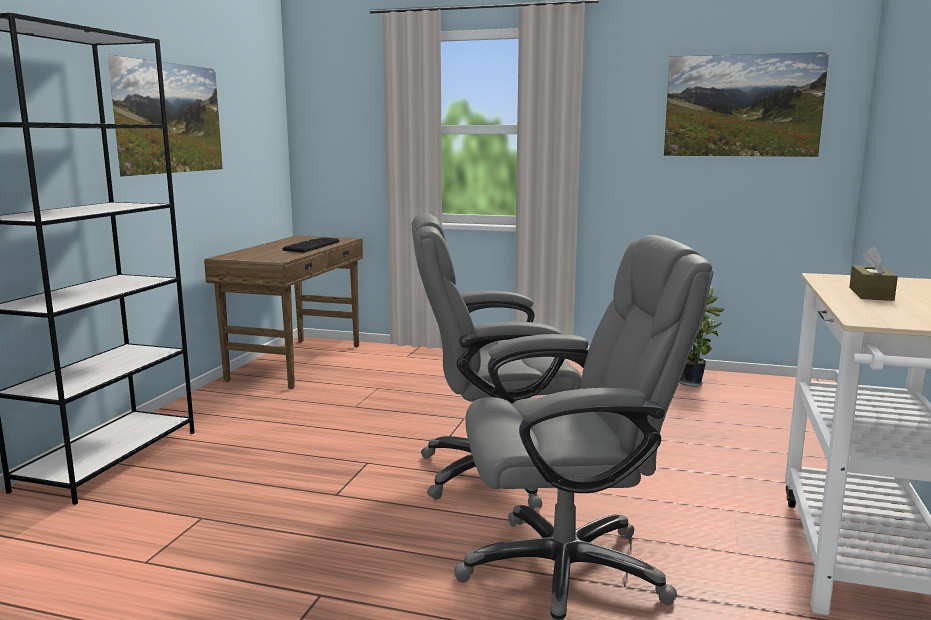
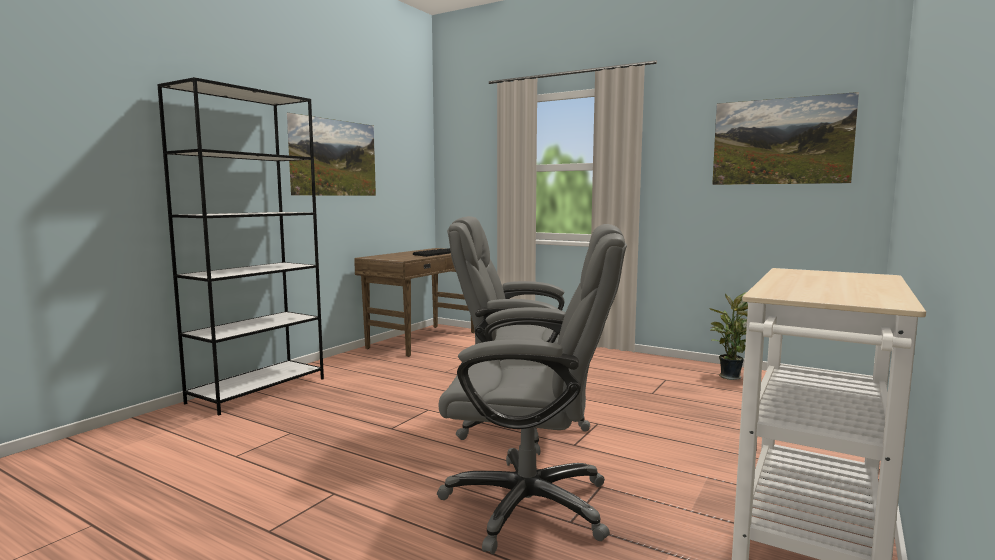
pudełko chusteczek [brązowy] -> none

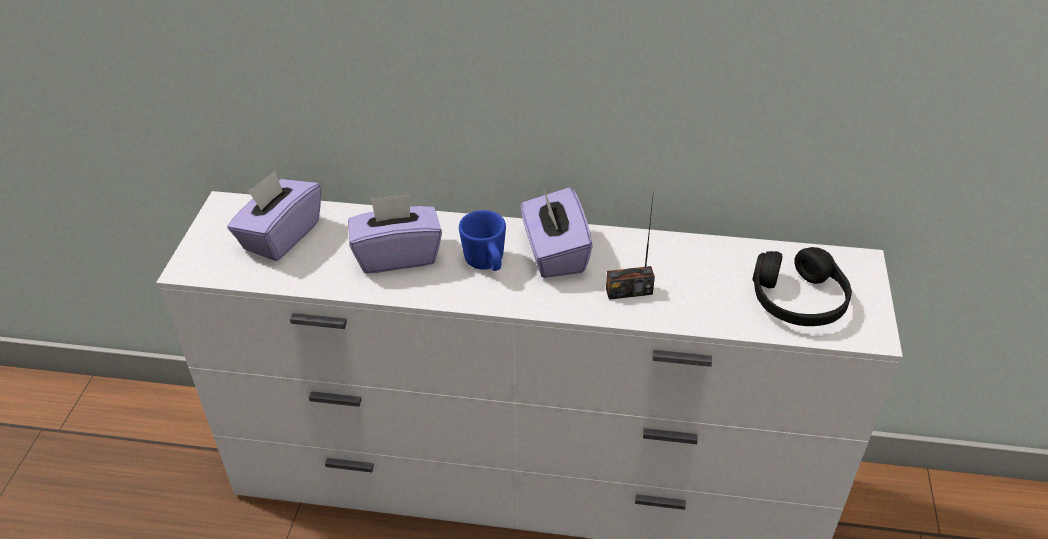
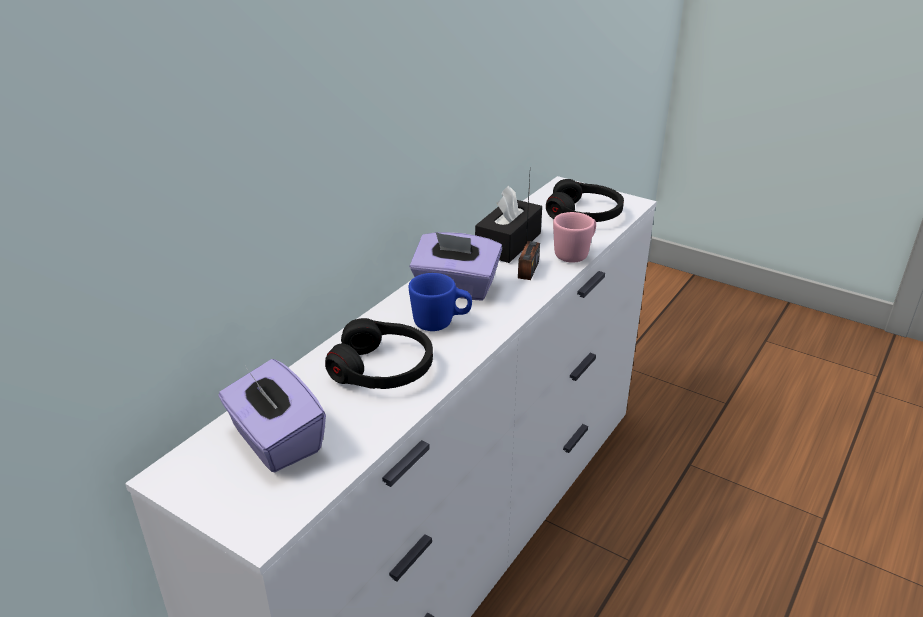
pudełko chusteczek [fioletowy] (no. 2 from left) -> słuchawki [czarny] (no. 1 from left)
none -> pudełko chusteczek [czarny]
none -> kubek [różowy]

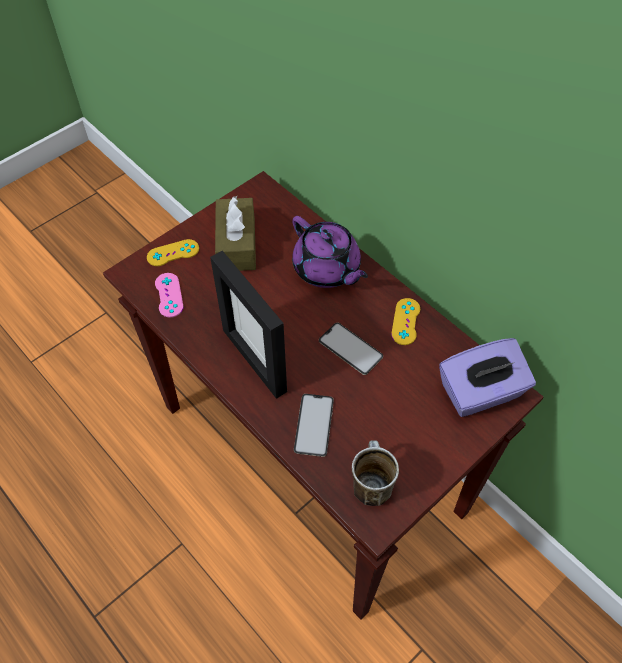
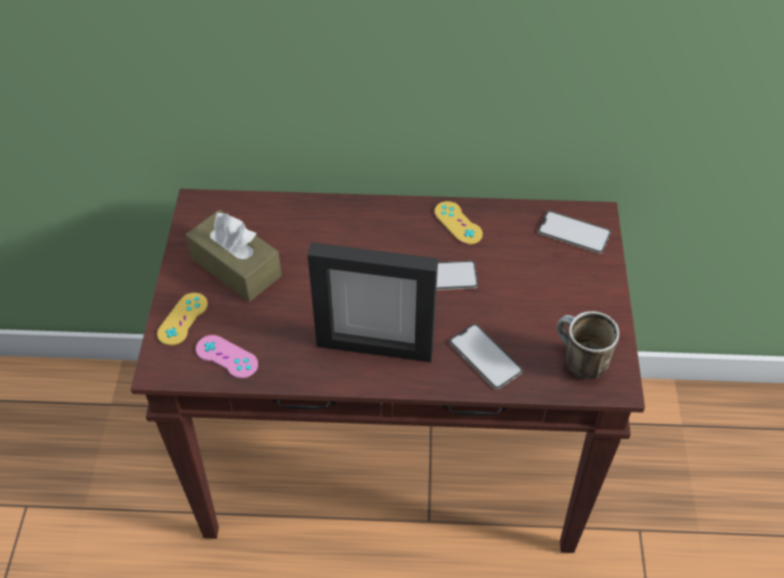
imbryk [fioletowy] -> none
pudełko chusteczek [fioletowy] -> telefon (no. 3 from left)

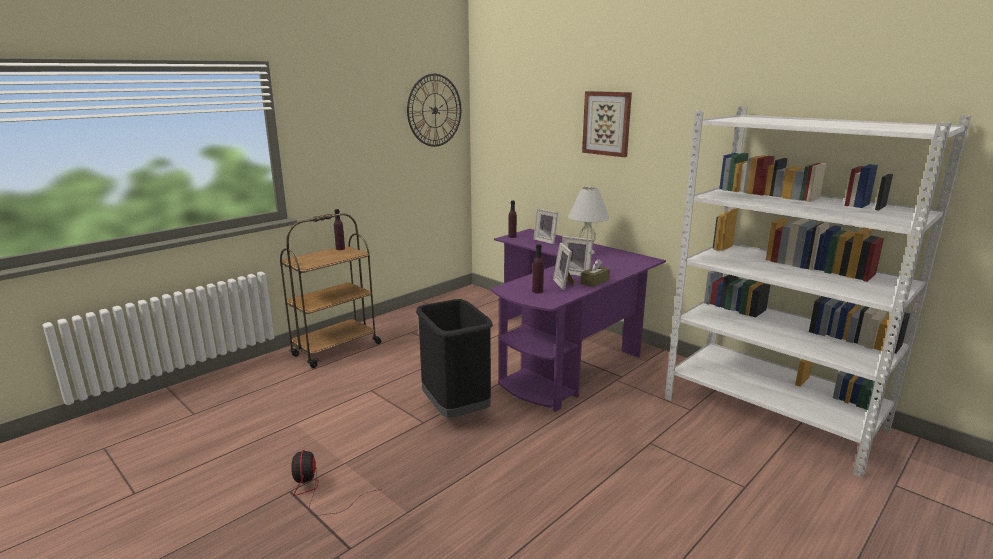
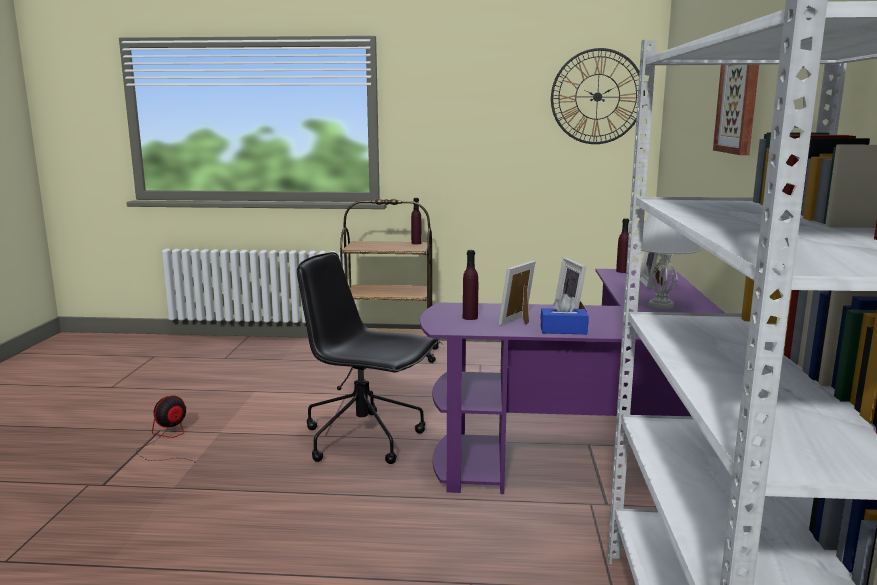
kosz na śmieci [czarny] -> krzesło biurowe [czarny]
pudełko chusteczek [brązowy] -> pudełko chusteczek [niebieski]

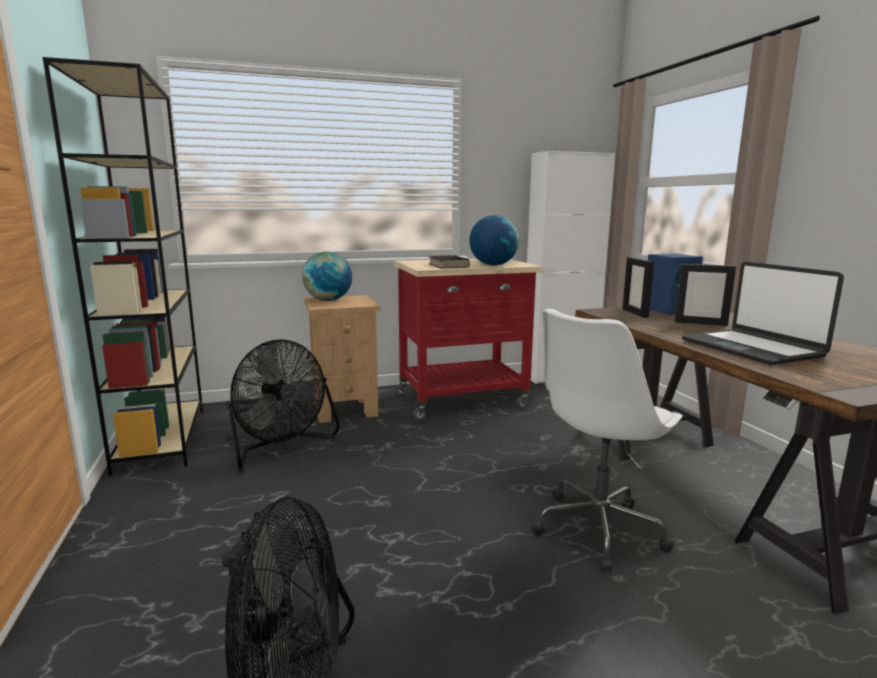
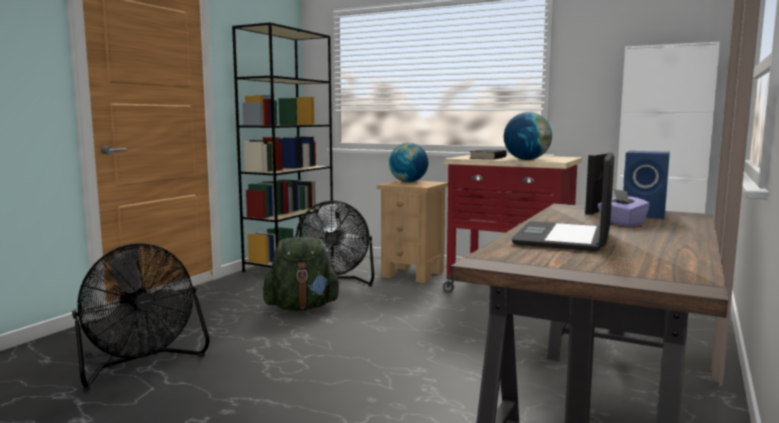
krzesło biurowe [biały] -> none
ramka na zdjęcie (no. 2 from left) -> pudełko chusteczek [fioletowy]
none -> plecak [zielony]

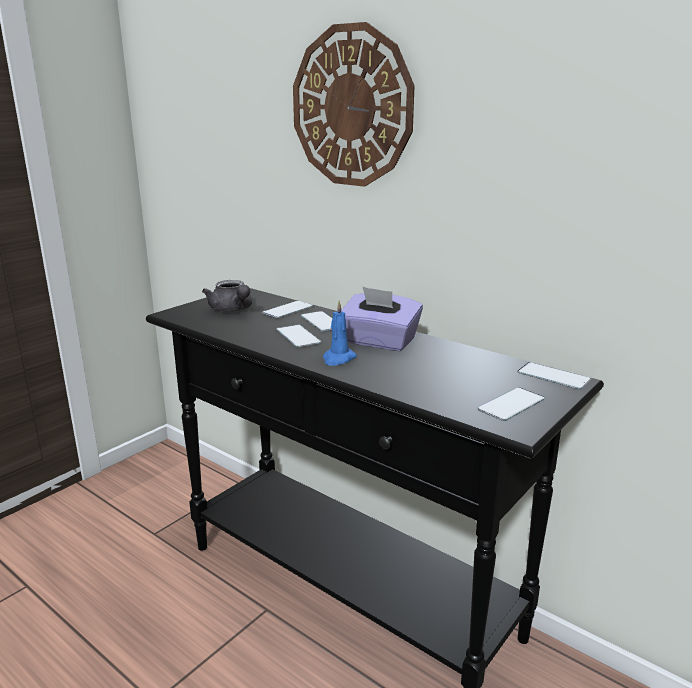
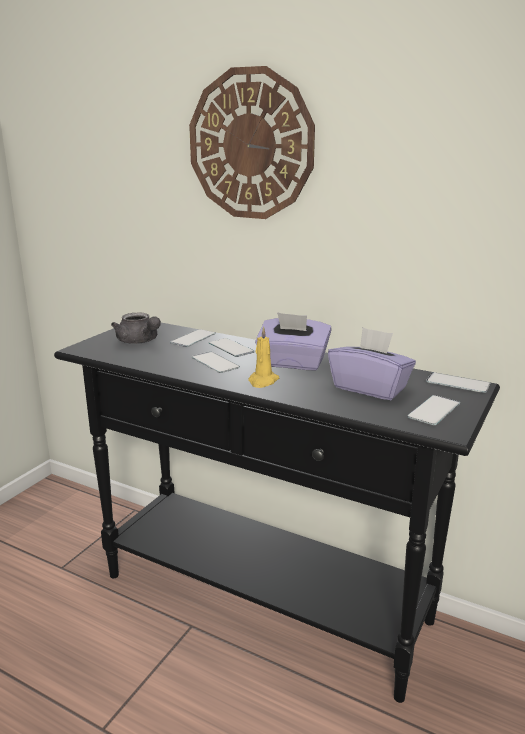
świeca [niebieski] -> świeca [żółty]
none -> pudełko chusteczek [fioletowy] (no. 2 from left)

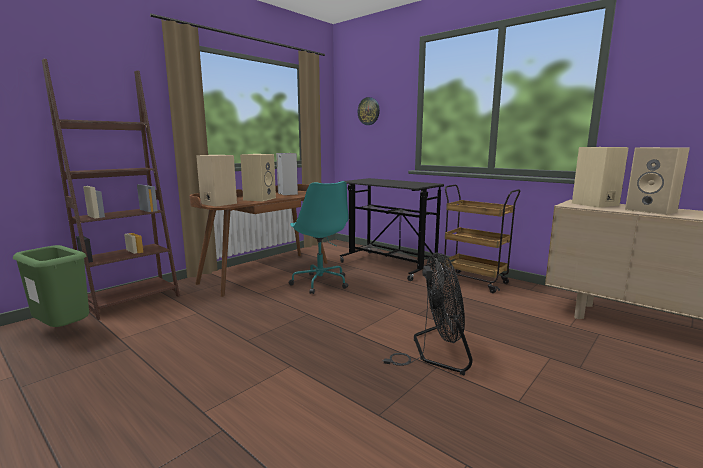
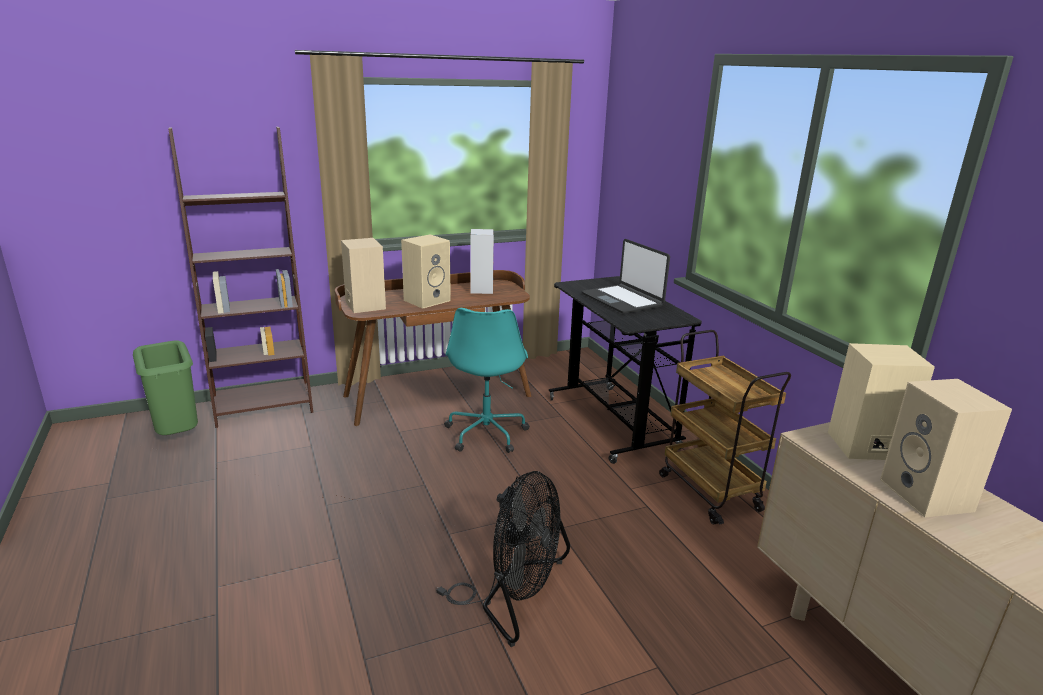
zegar ścienny -> none
none -> laptop

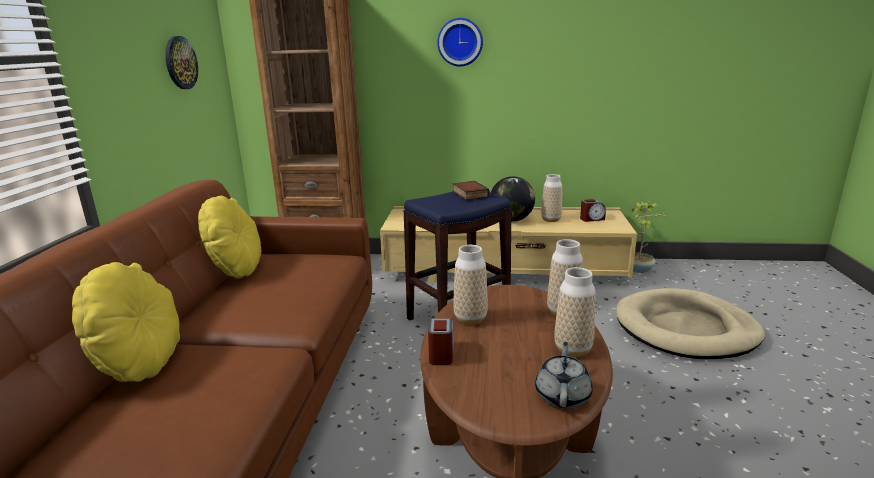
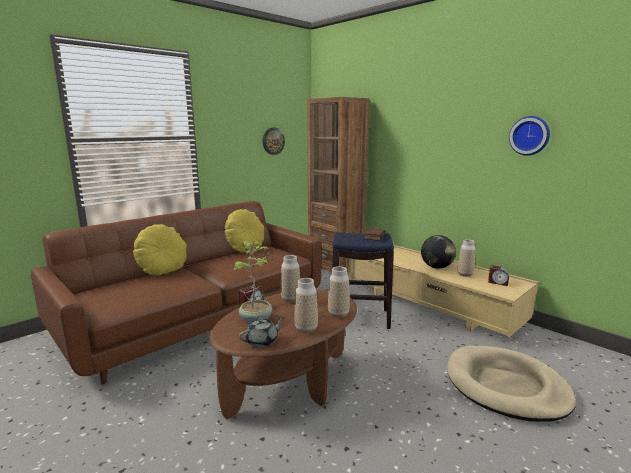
zegar ścienny (no. 2 from left), shifted
roślina doniczkowa, shifted

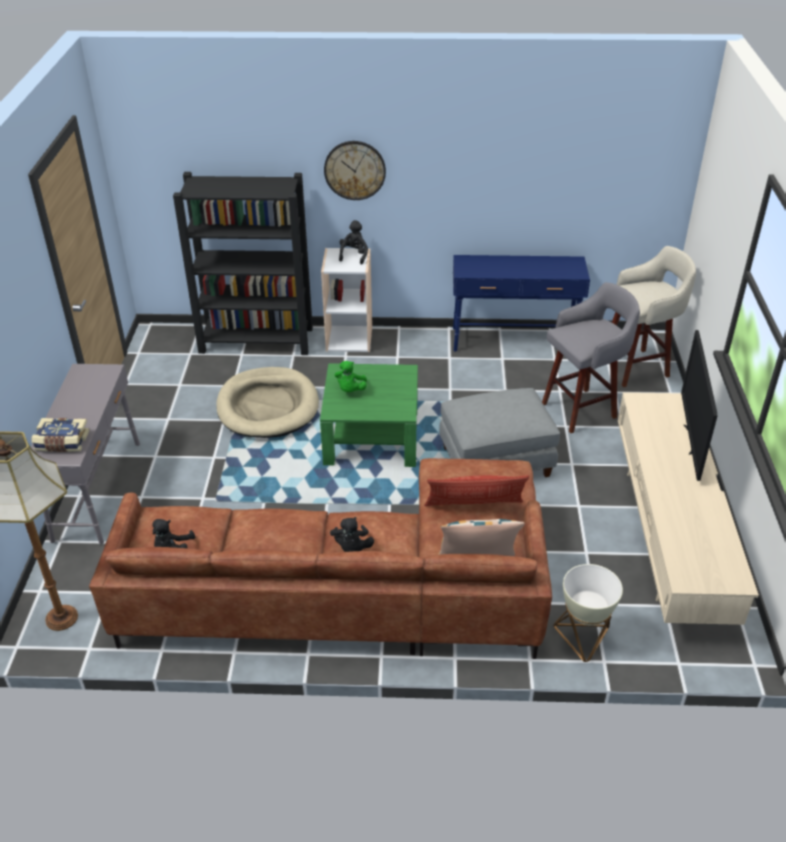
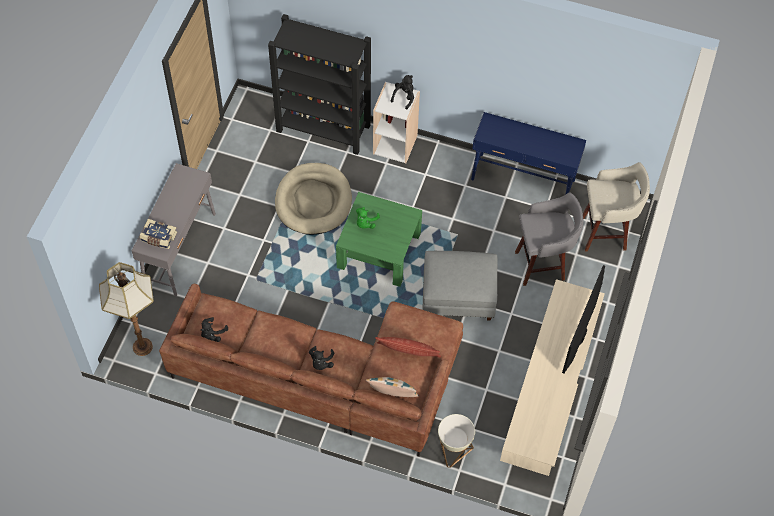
zegar ścienny -> none

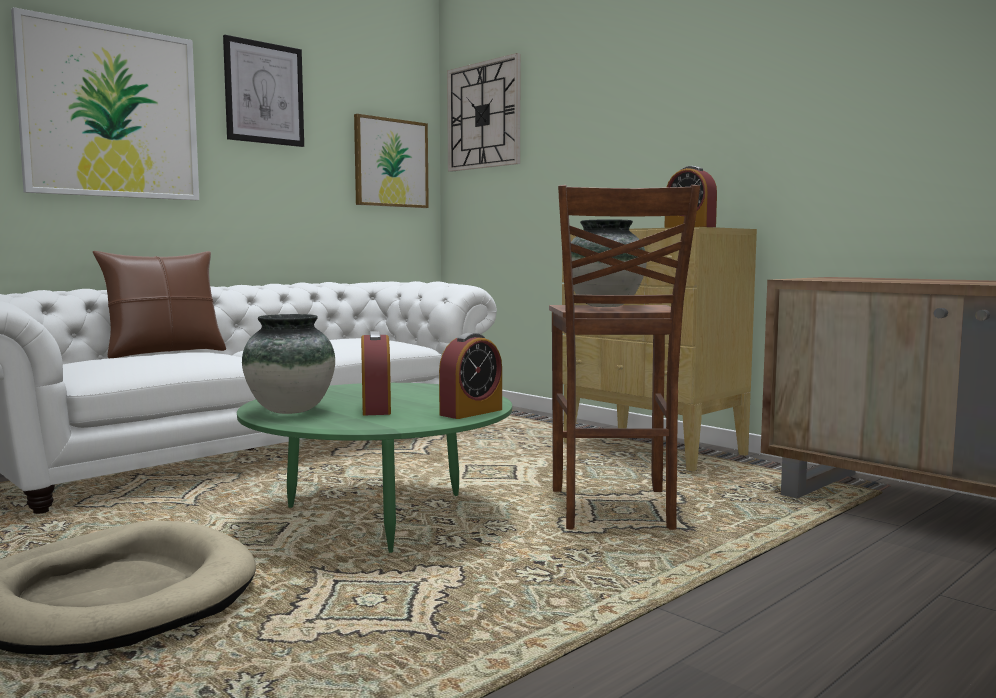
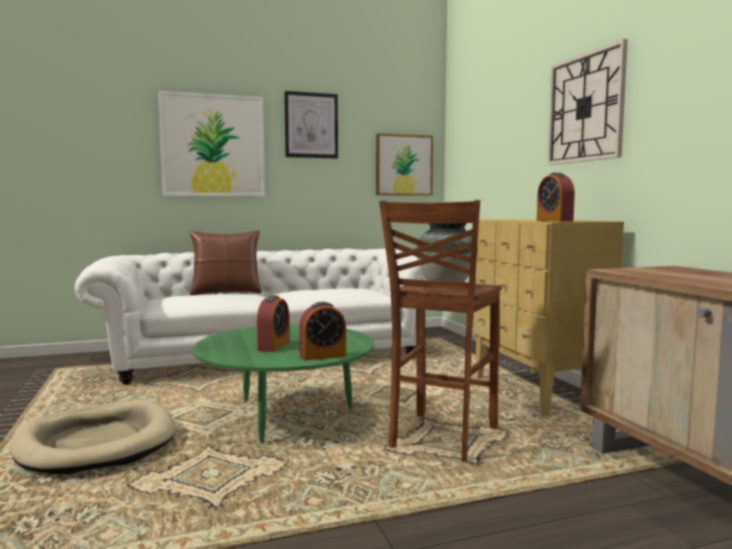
wazon (no. 1 from left) -> none
zegar ścienny, shifted

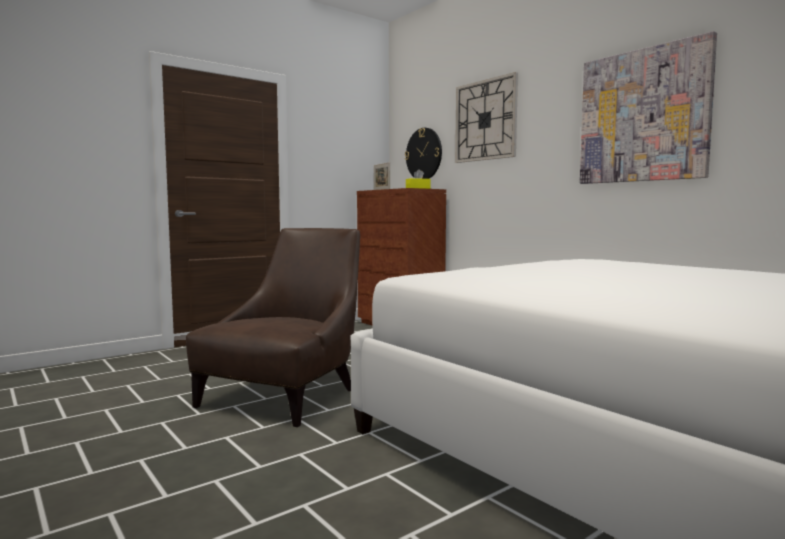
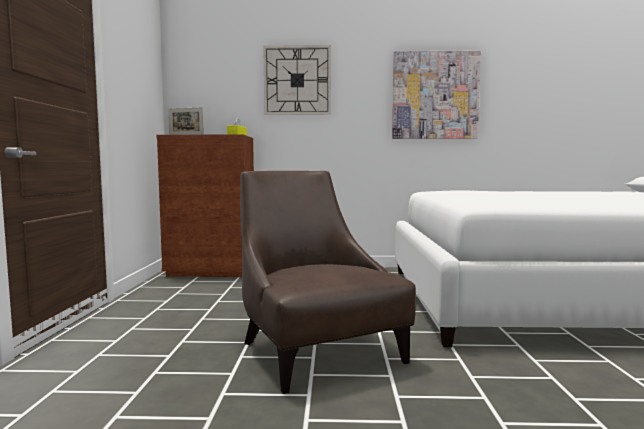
zegar ścienny (no. 1 from left) -> none

